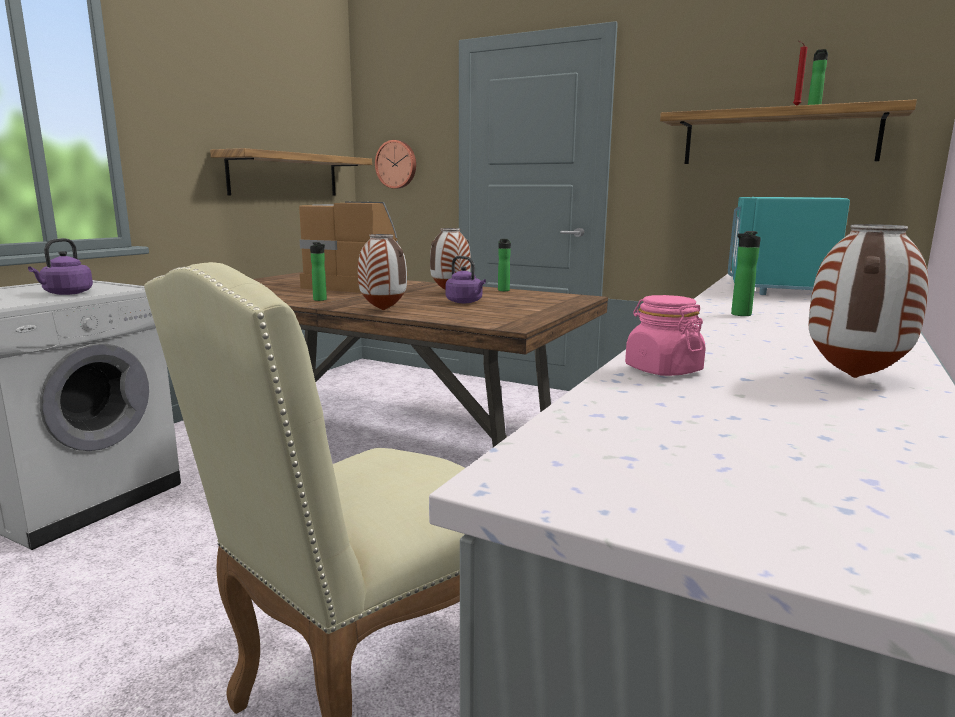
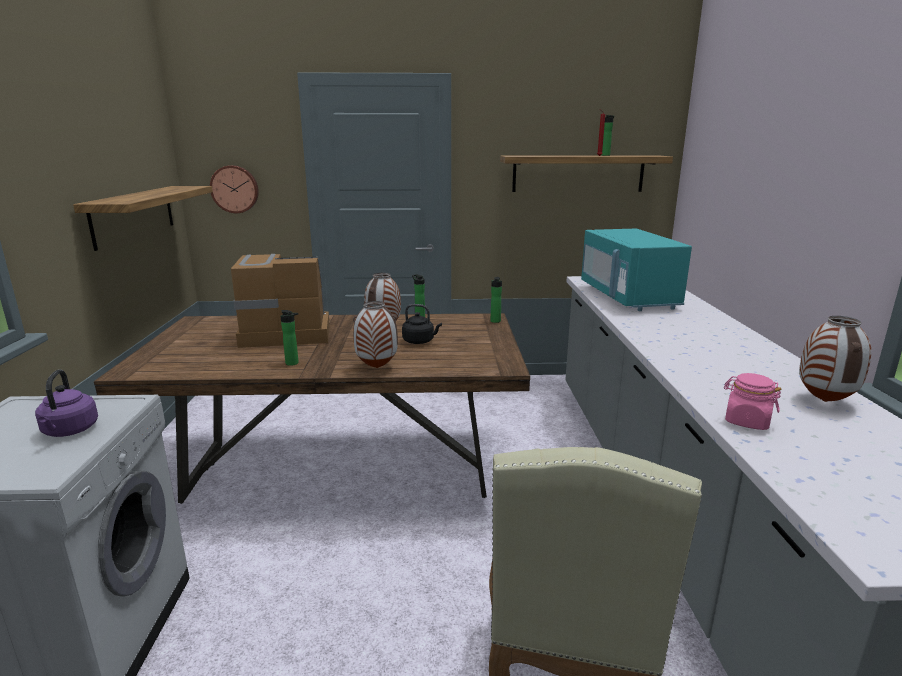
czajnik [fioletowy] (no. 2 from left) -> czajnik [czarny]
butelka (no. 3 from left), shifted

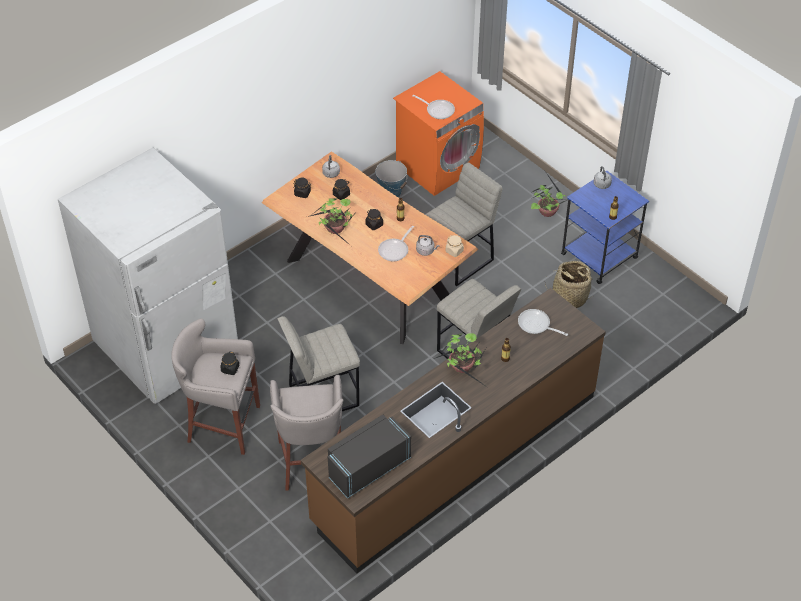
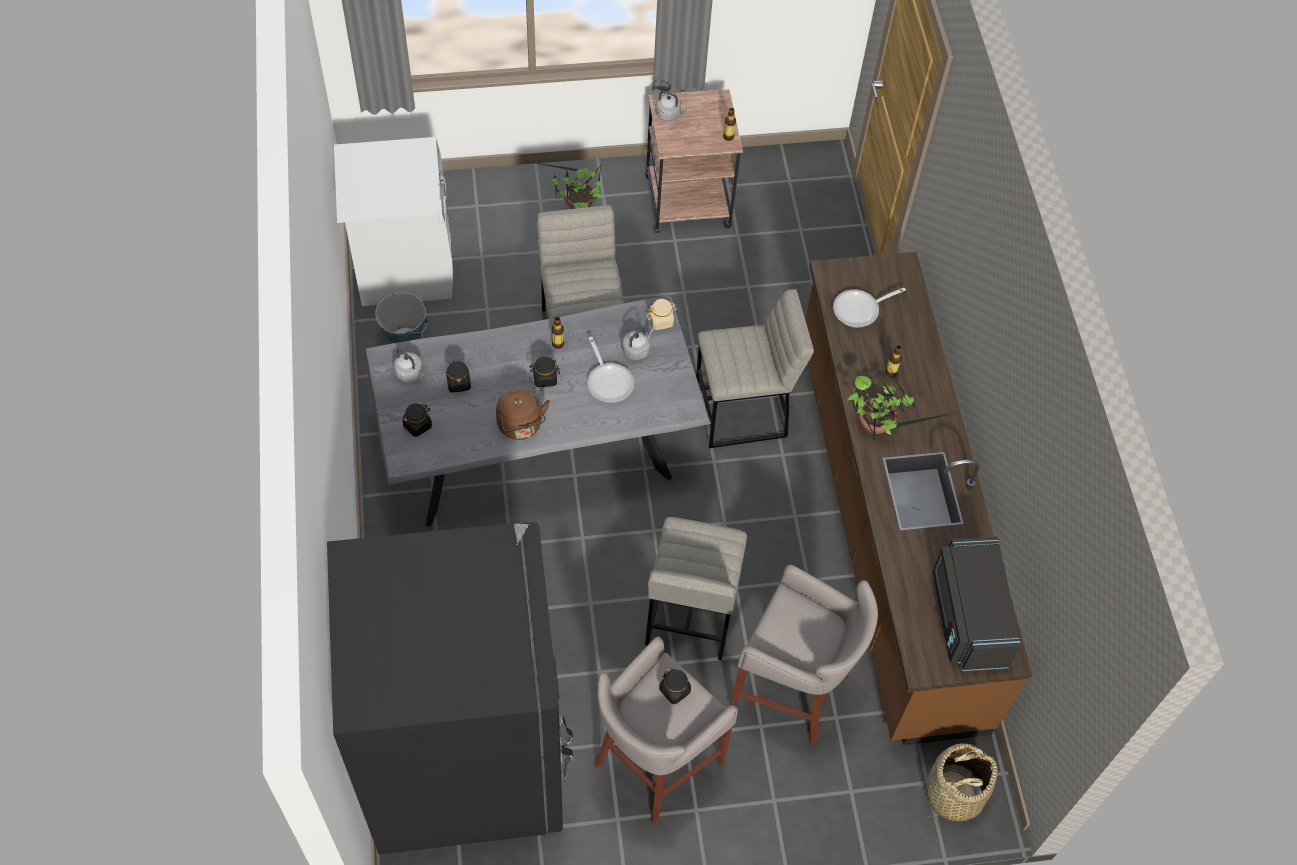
lodówka [biały] -> lodówka [czarny]
stół jadalny [brązowy] -> stół jadalny [szary]
roślina doniczkowa (no. 1 from left) -> czajnik [brązowy]
pralka [pomarańczowy] -> pralka [biały]
patelnia (no. 2 from left) -> none
koszyk, shifted
wózek [niebieski] -> wózek [brązowy]

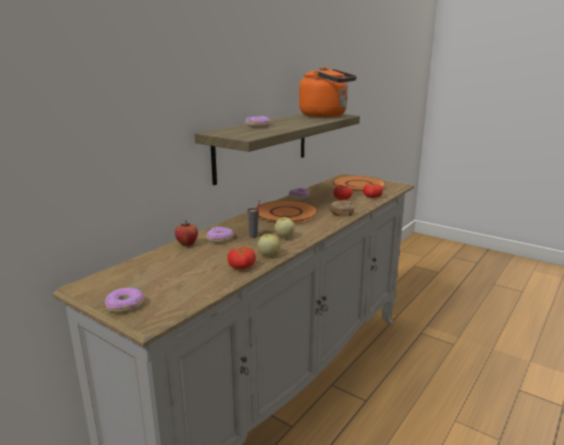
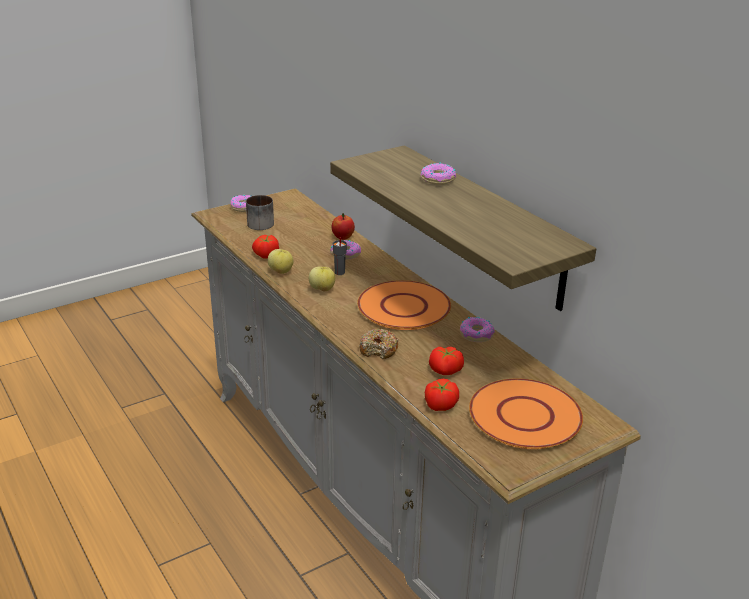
czajnik [pomarańczowy] -> none
none -> kubek

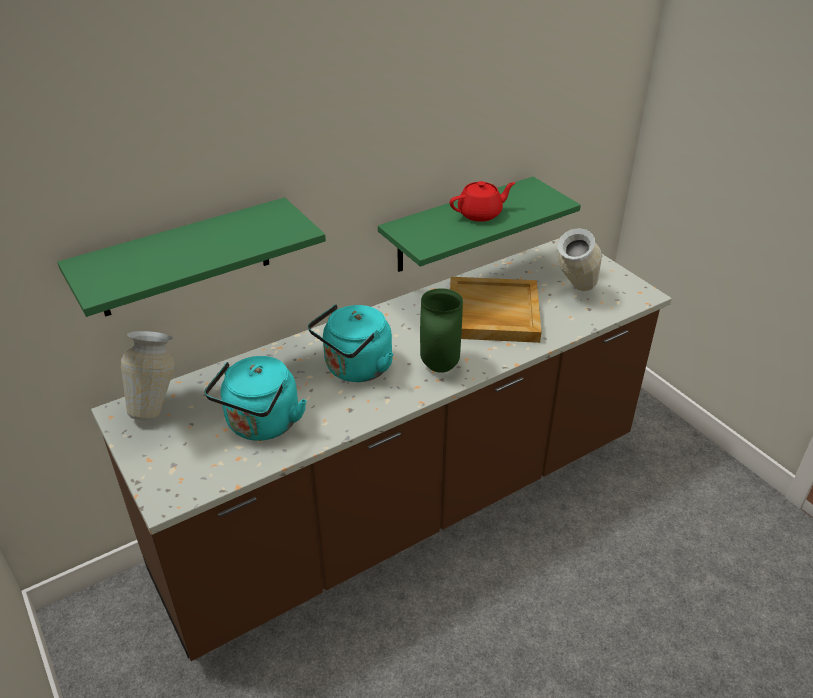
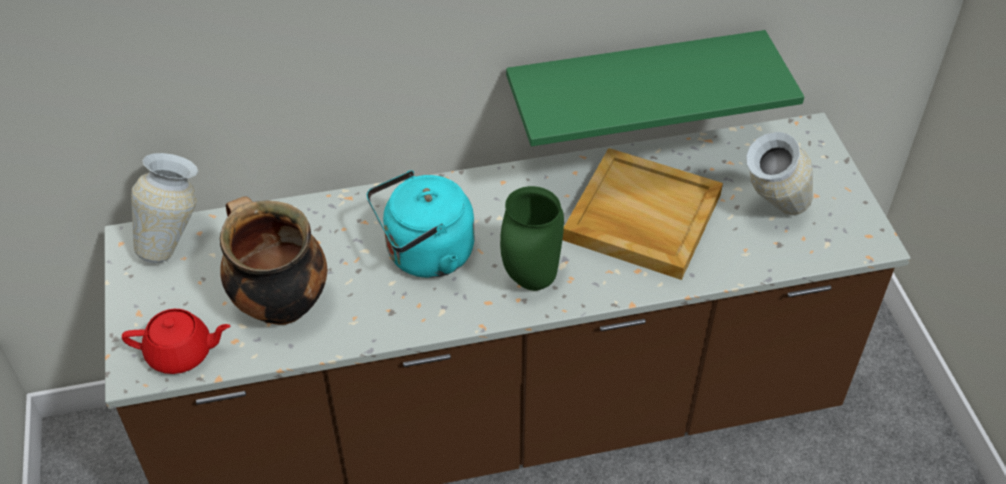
półka [zielony] (no. 1 from left) -> none
czajnik [turkusowy] (no. 1 from left) -> garnek
imbryk [czerwony], shifted

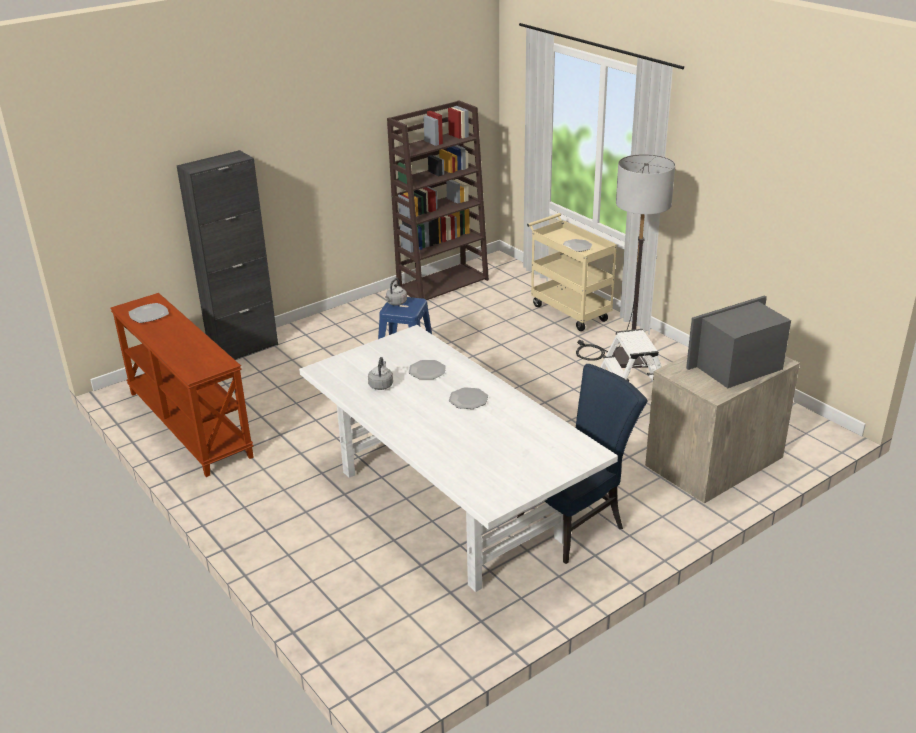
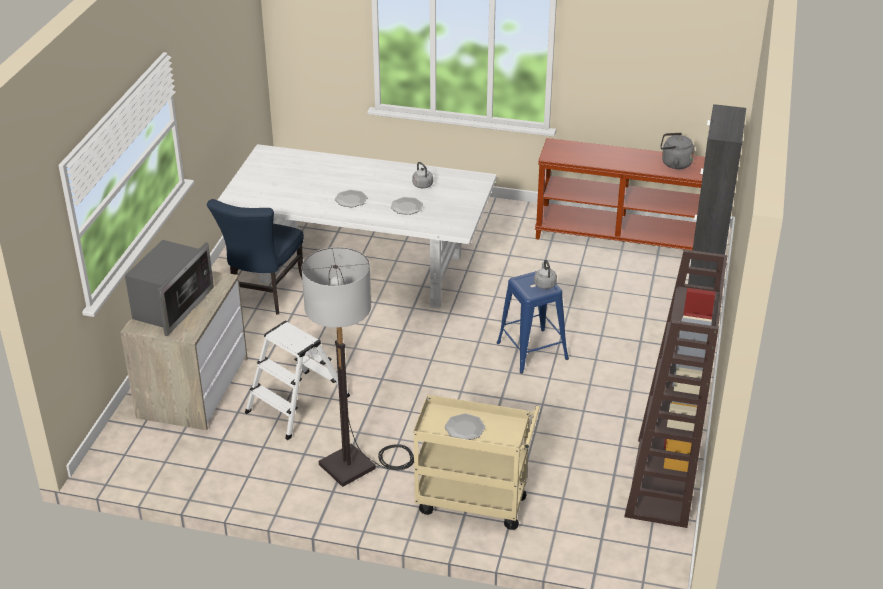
talerz (no. 1 from left) -> czajnik [szary] (no. 3 from left)

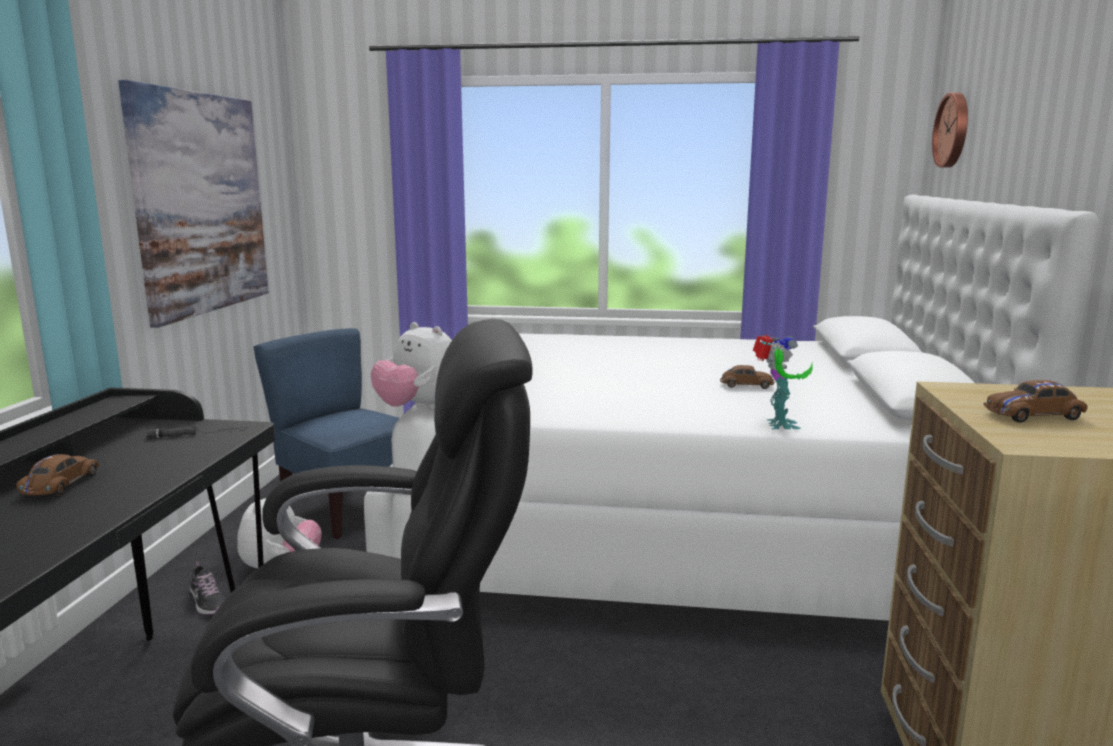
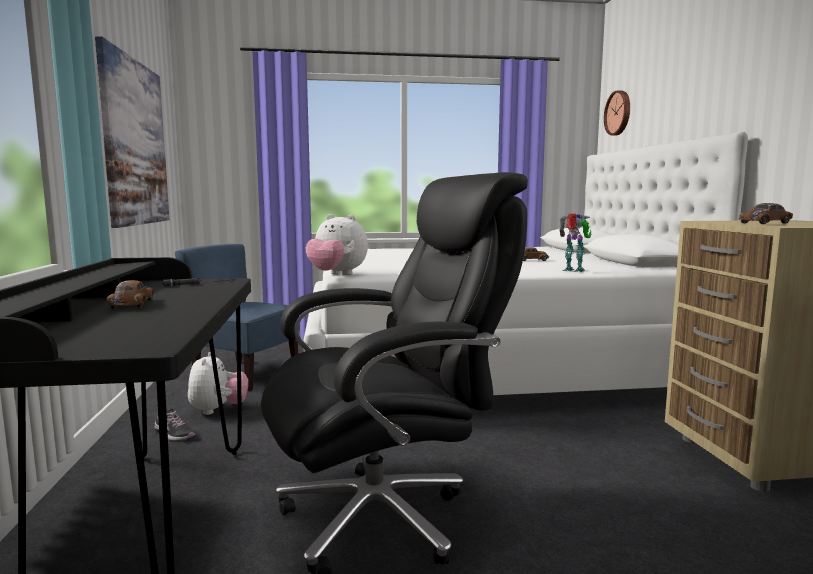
robot zabawkowy, 45 degrees counterclockwise

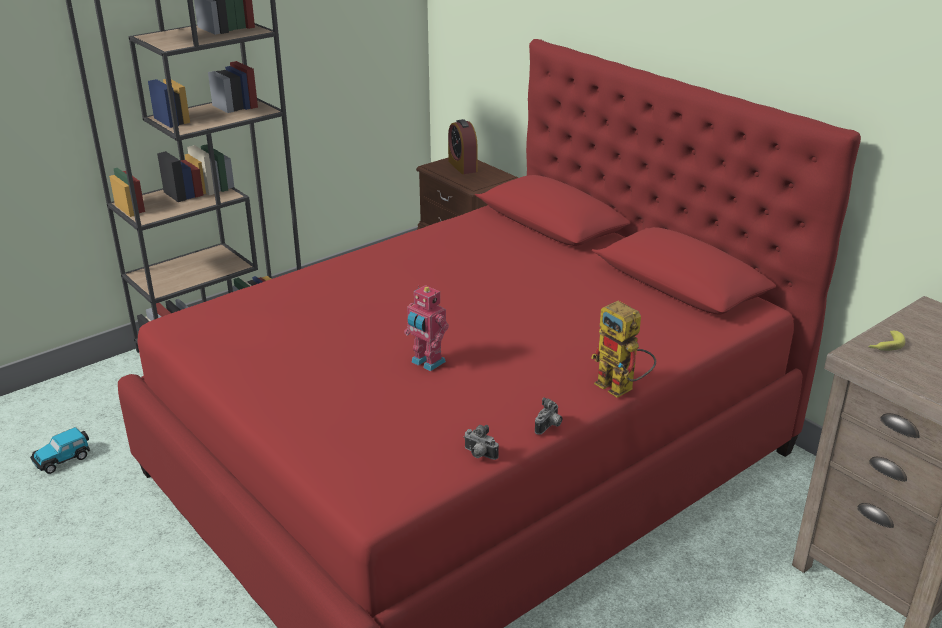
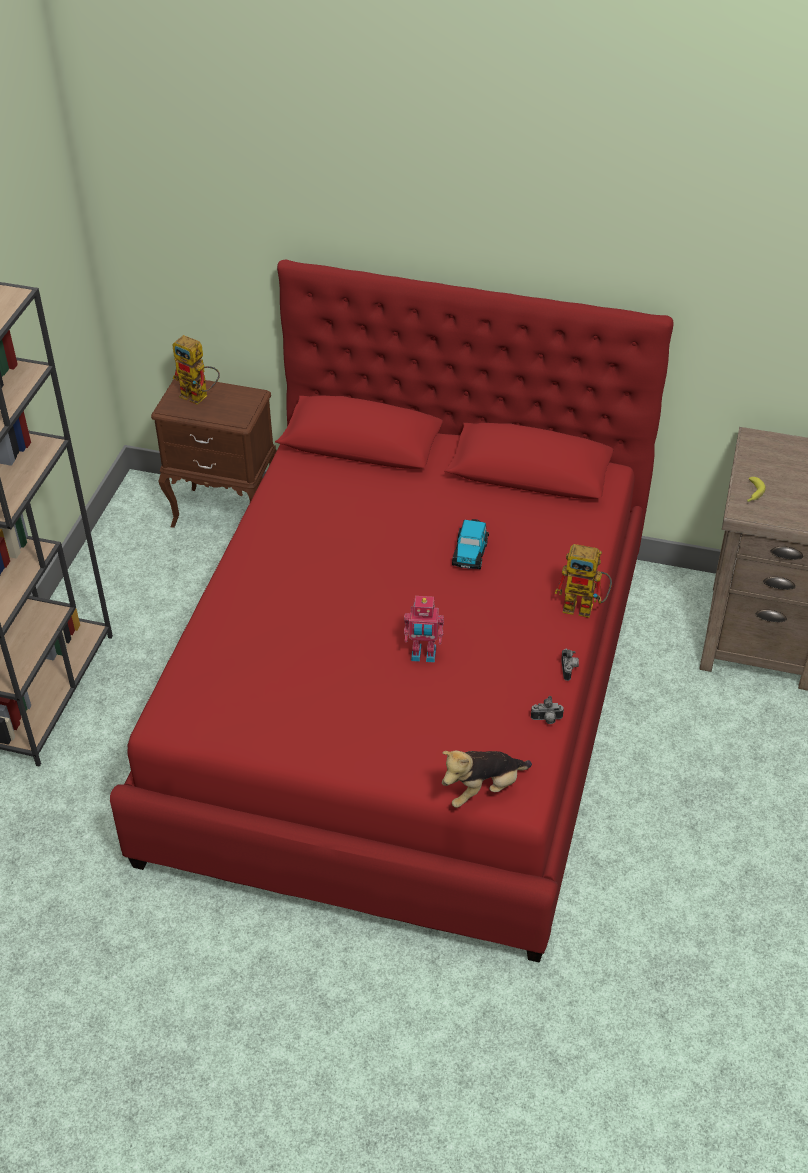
samochodzik, shifted
budzik -> robot zabawkowy (no. 1 from left)
none -> pluszak

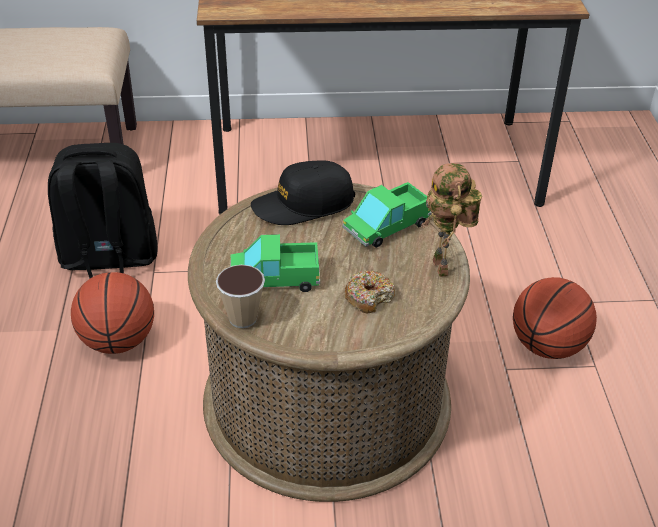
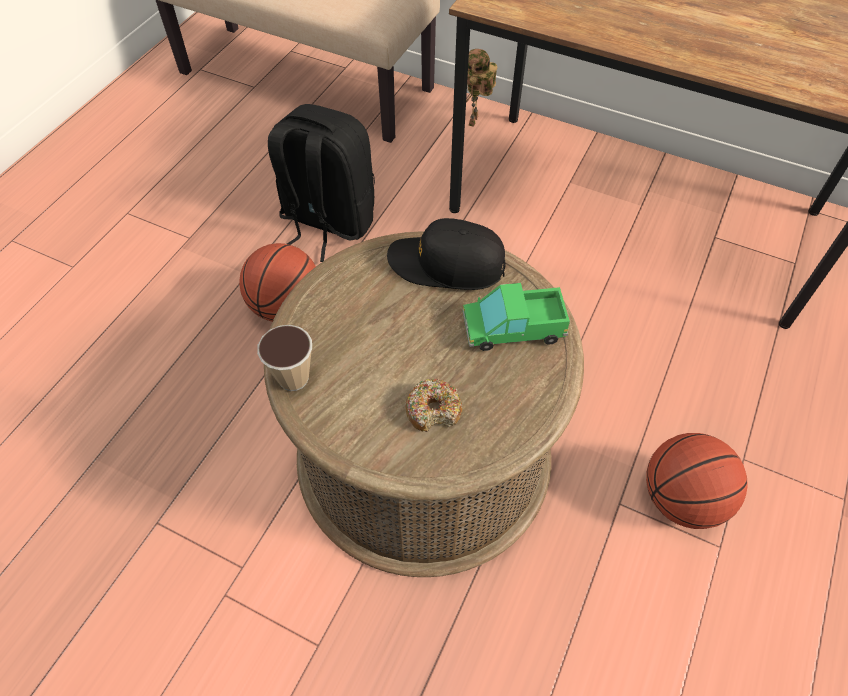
ciężarówka zabawkowa (no. 1 from left) -> none
robot zabawkowy, shifted

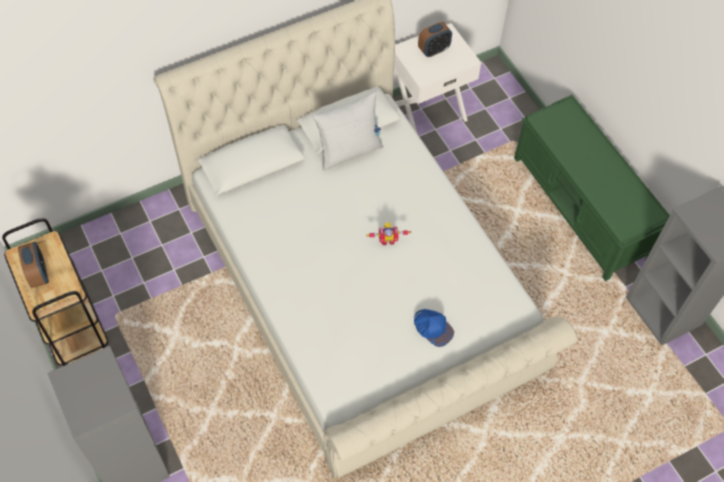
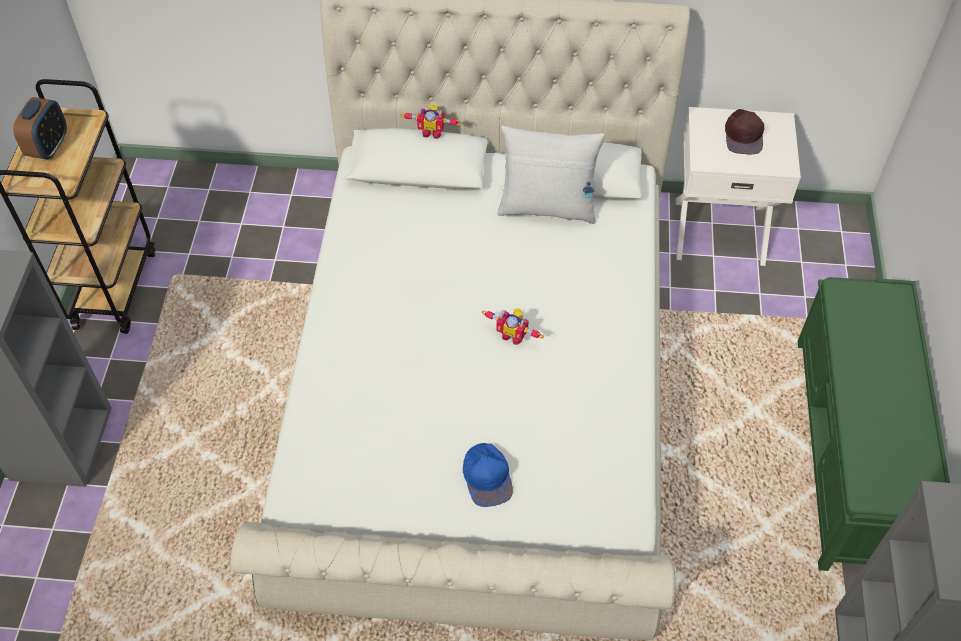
budzik (no. 2 from left) -> czapka z daszkiem [brązowy]
none -> robot zabawkowy (no. 1 from left)

